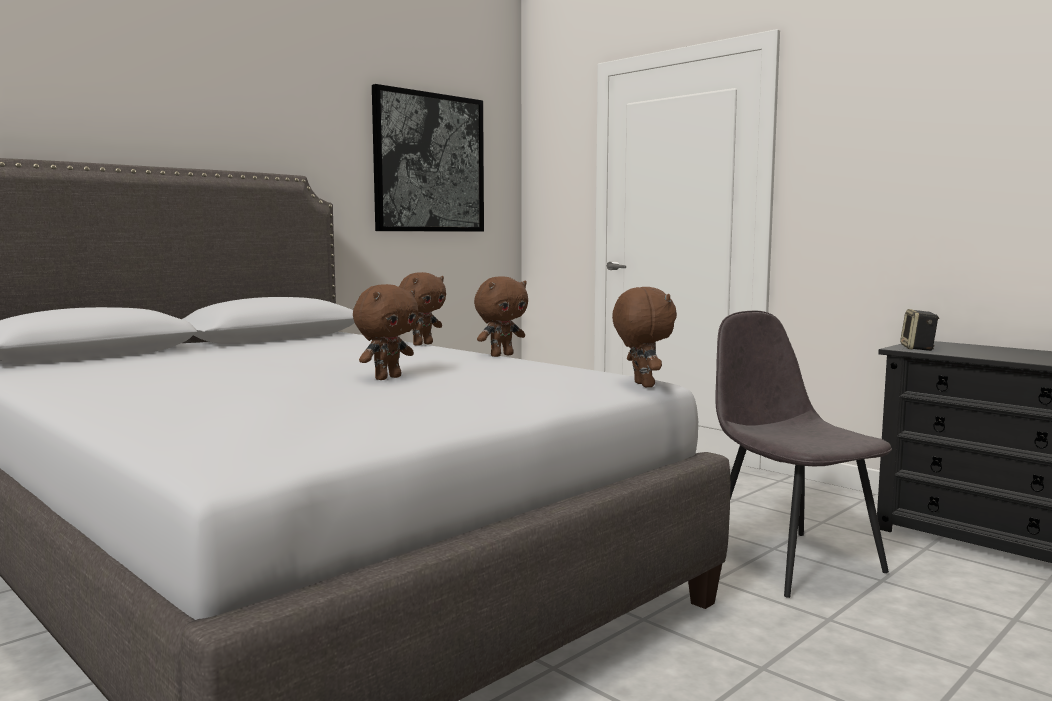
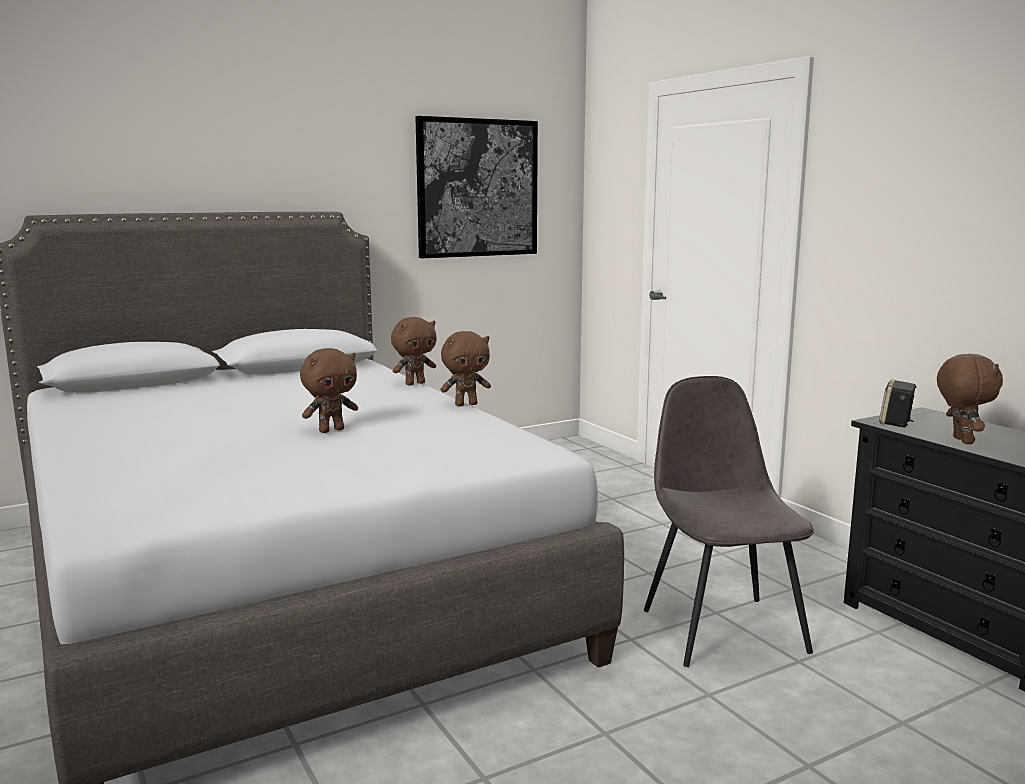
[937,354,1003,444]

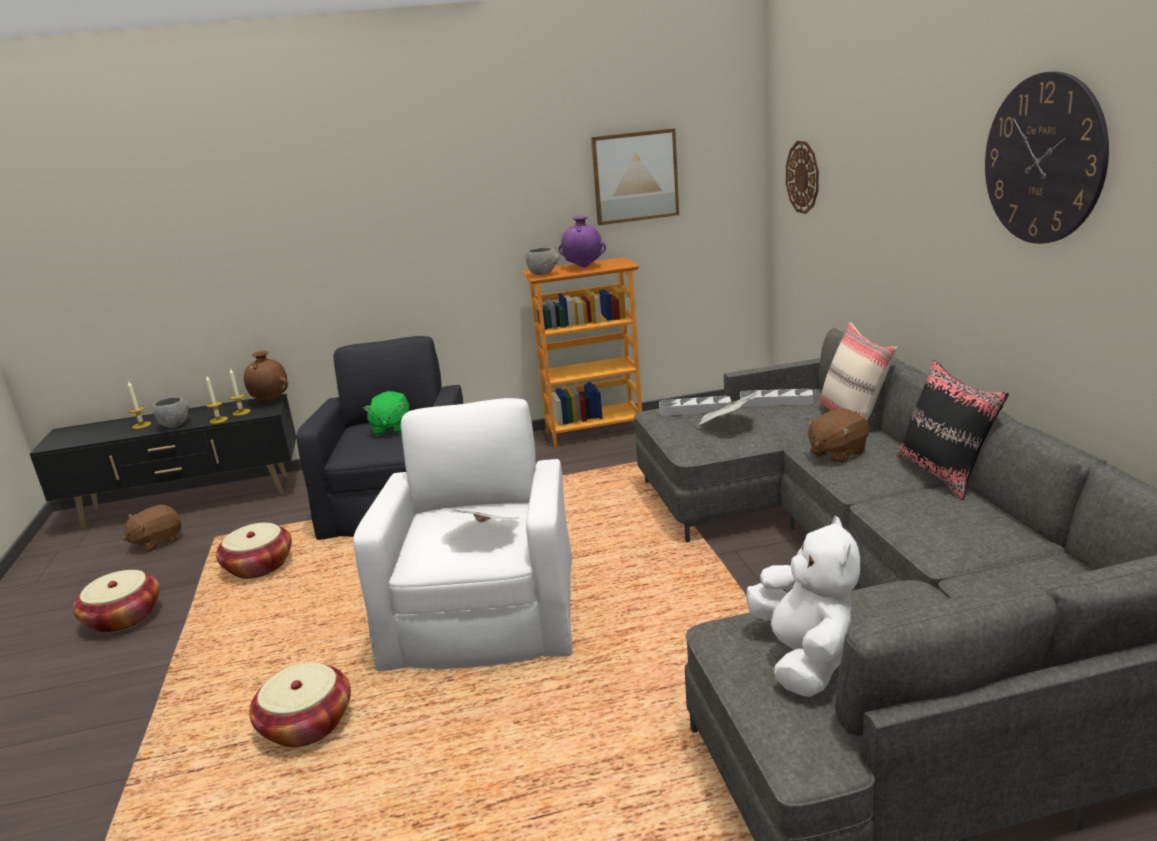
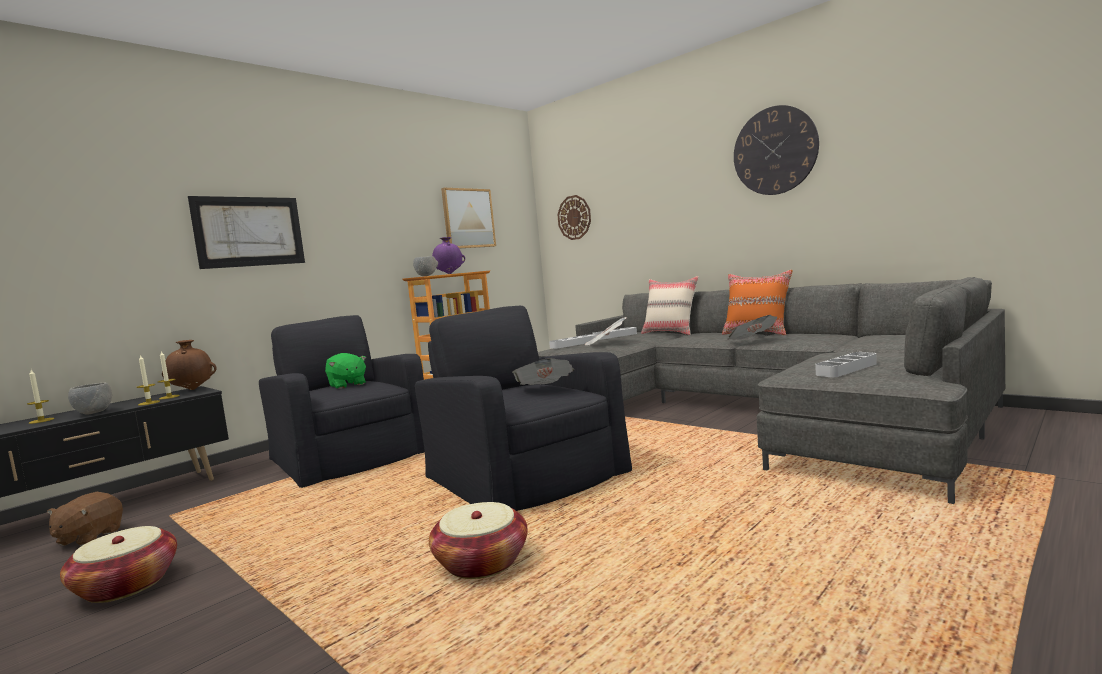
[722,270,793,335]
[415,306,632,511]
[807,409,869,464] (first image)
[815,352,877,377]
[216,523,292,579] (first image)
[188,196,305,269]
[728,315,778,340]

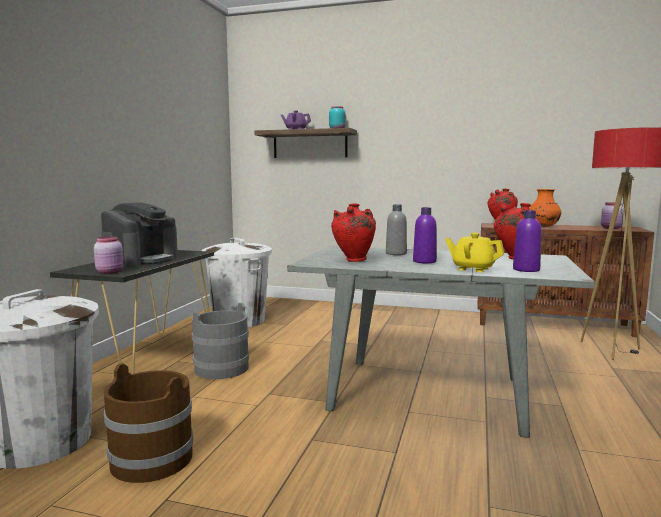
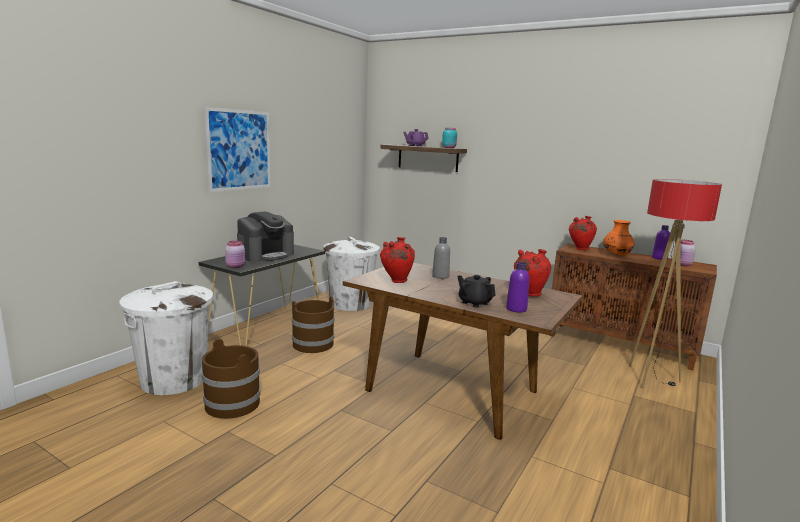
[652,225,670,260]
[457,275,496,308]
[343,263,583,440]
[292,296,334,353]
[204,107,271,192]

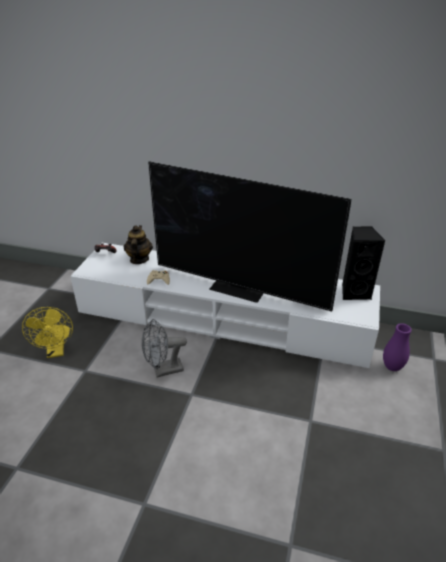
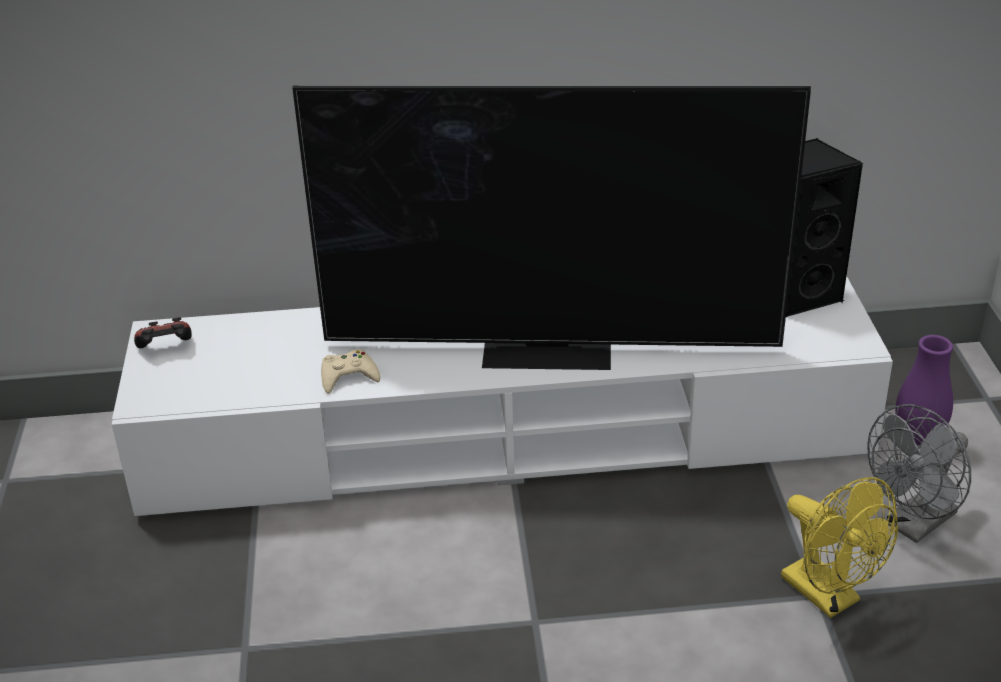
[124,225,153,264] (first image)
[781,477,898,618]
[867,404,971,543]

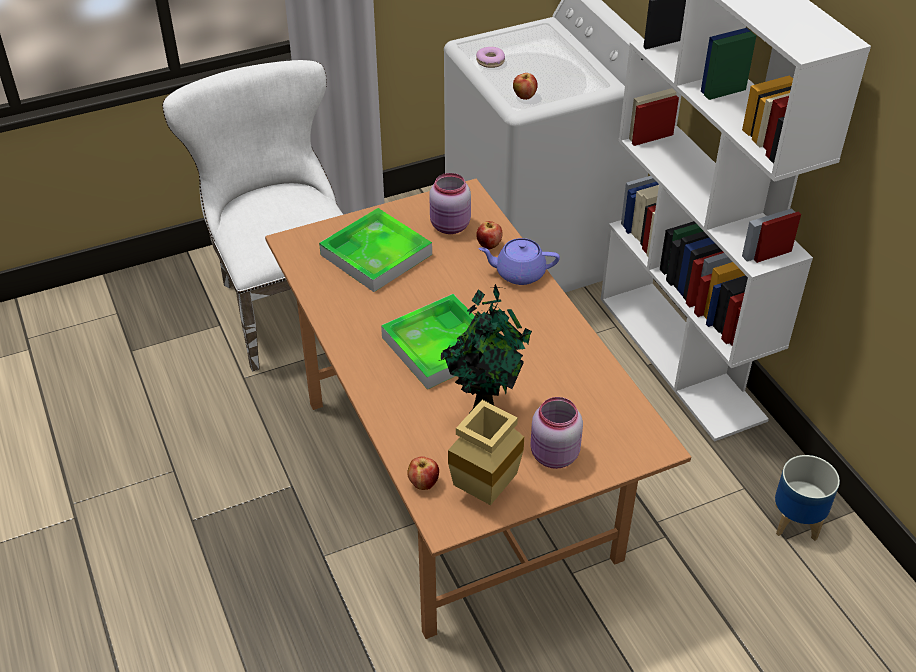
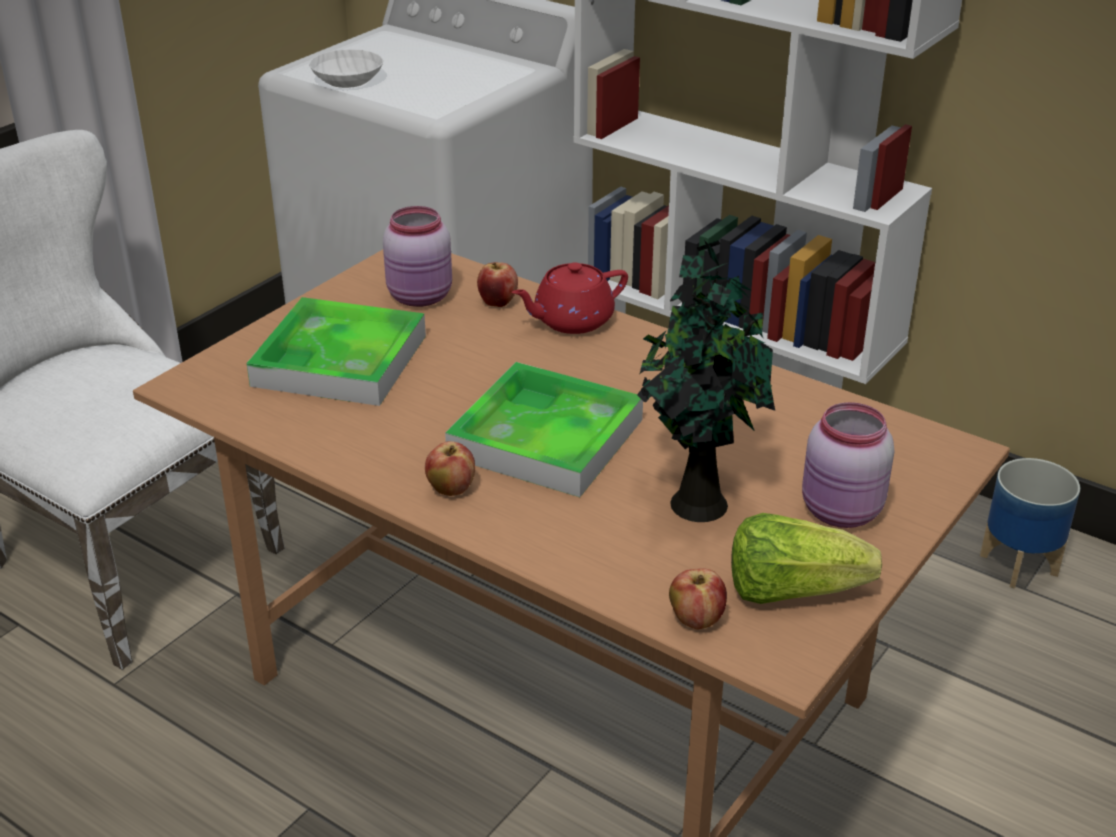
[309,49,383,88]
[425,441,475,496]
[512,262,628,334]
[731,513,882,604]

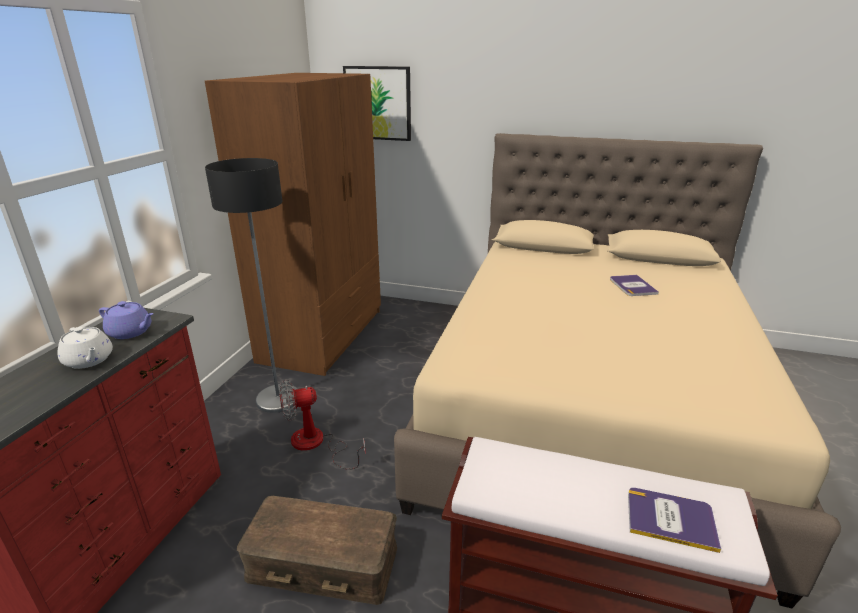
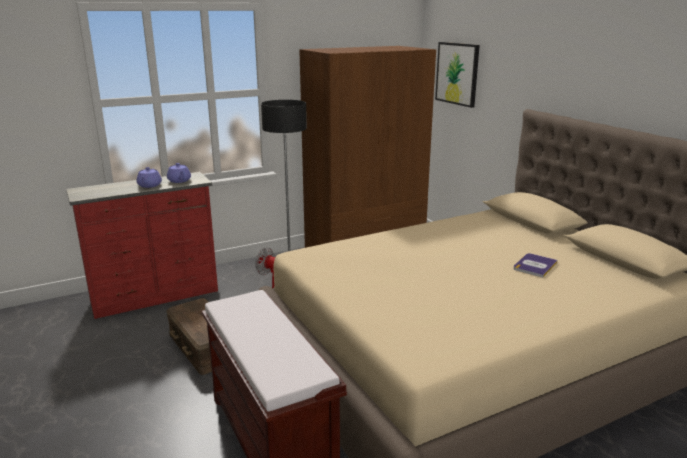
[137,167,162,188]
[628,488,721,553] (first image)

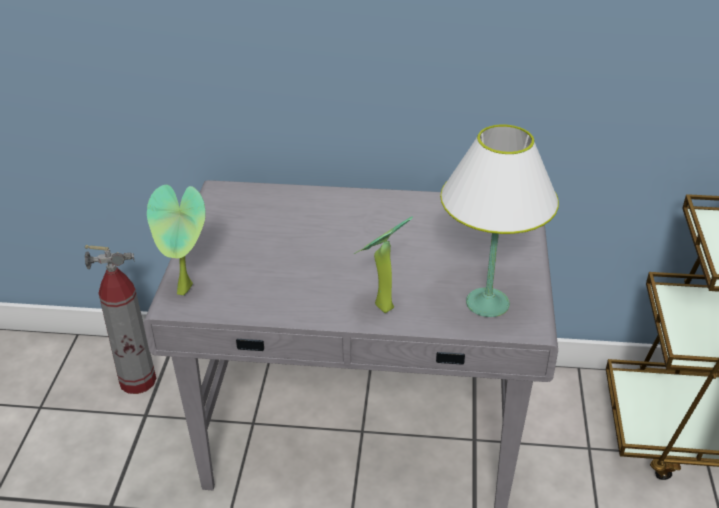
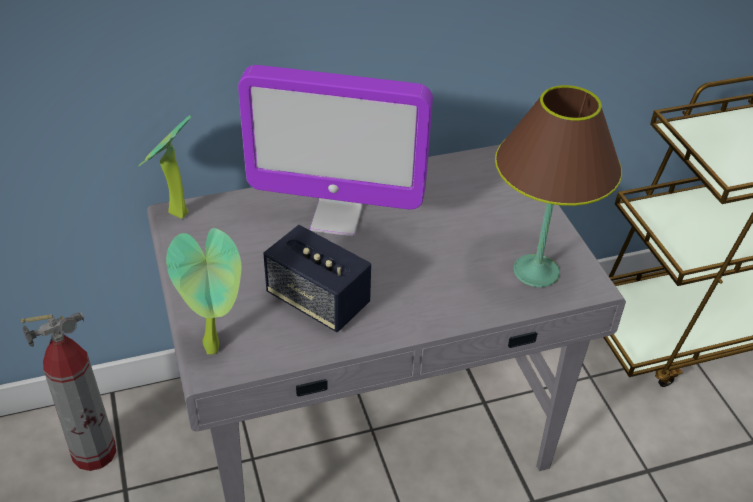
[495,85,622,287]
[138,115,191,219]
[238,65,433,237]
[263,225,371,332]

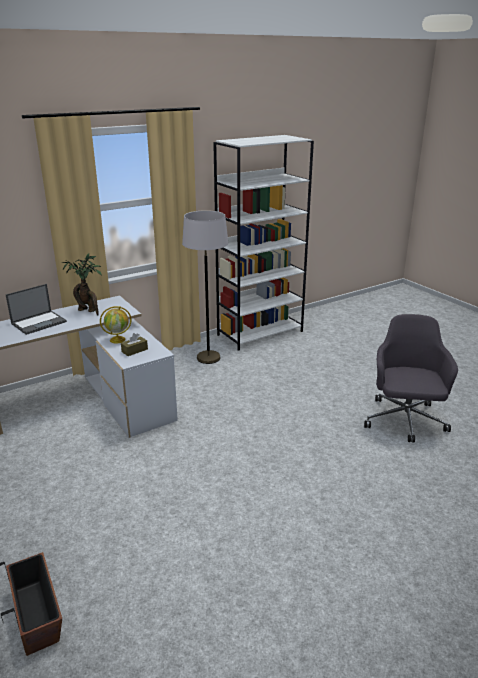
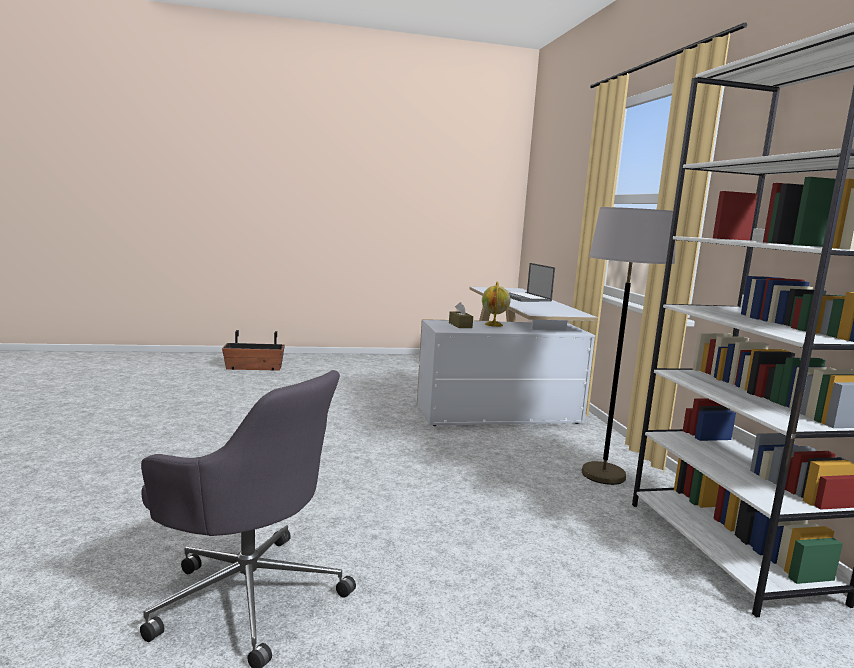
[62,253,102,316] (first image)

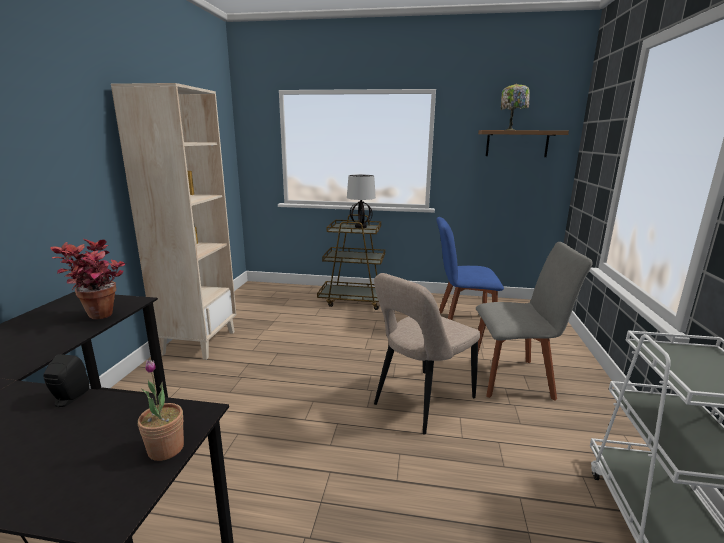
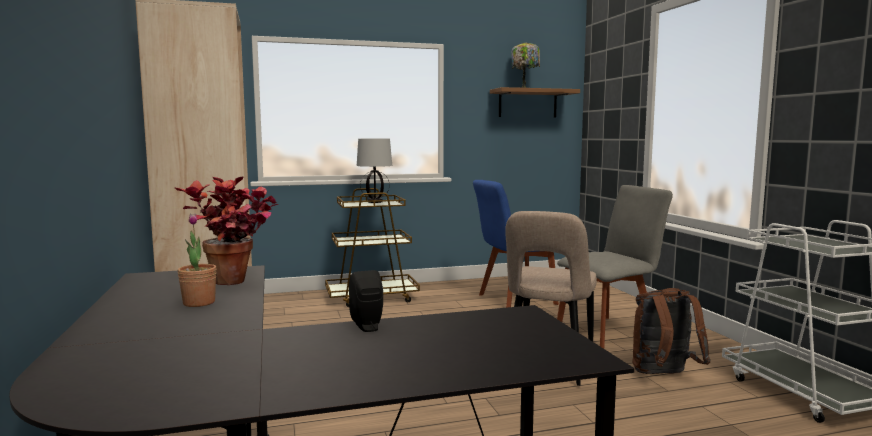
[178,214,217,307]
[632,288,710,374]

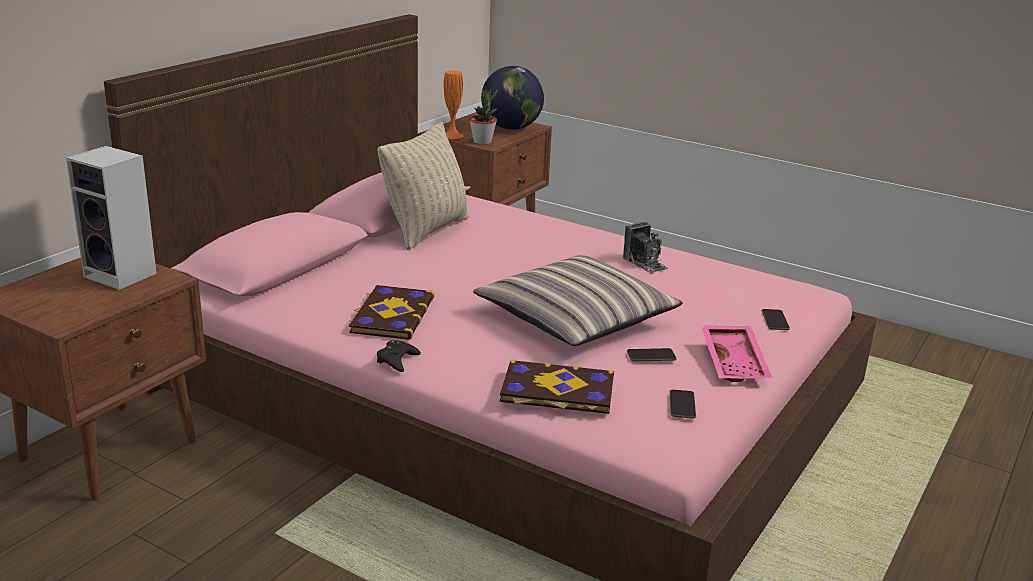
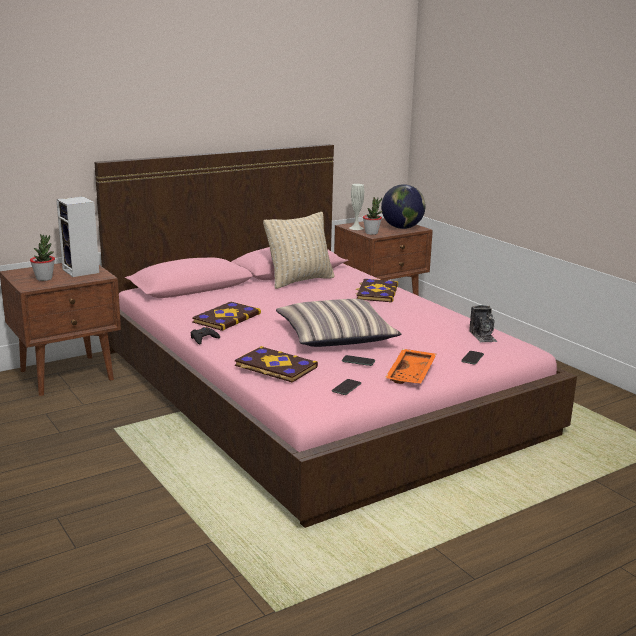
[349,184,364,230]
[469,305,497,343]
[385,349,436,384]
[30,234,55,281]
[356,279,399,302]

